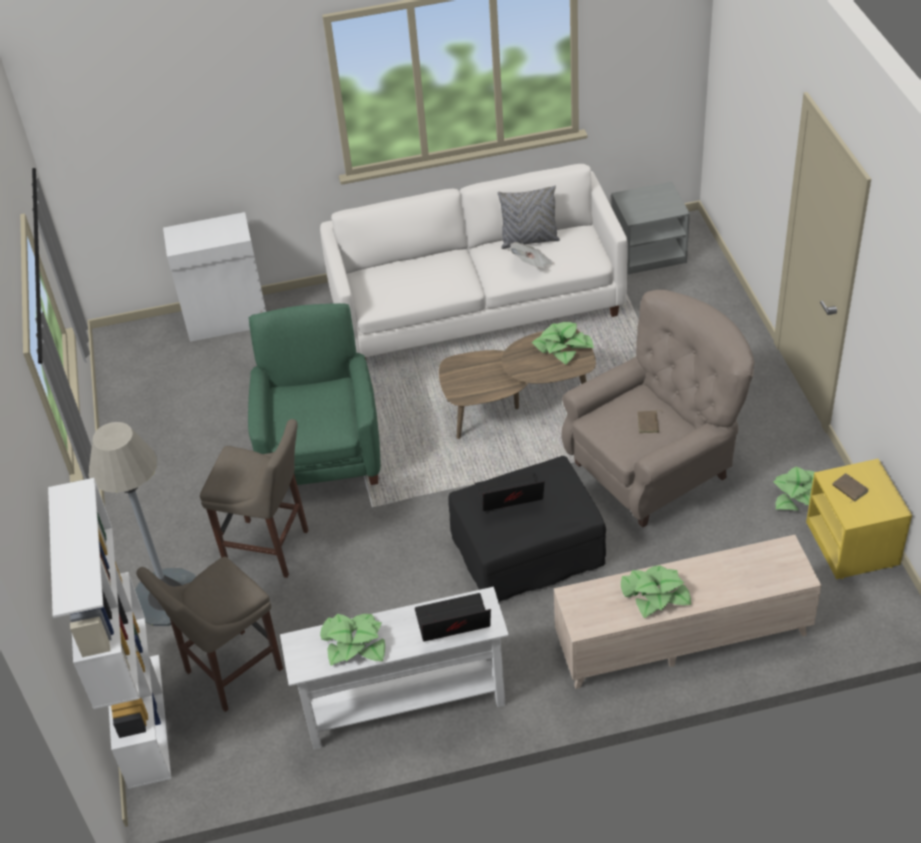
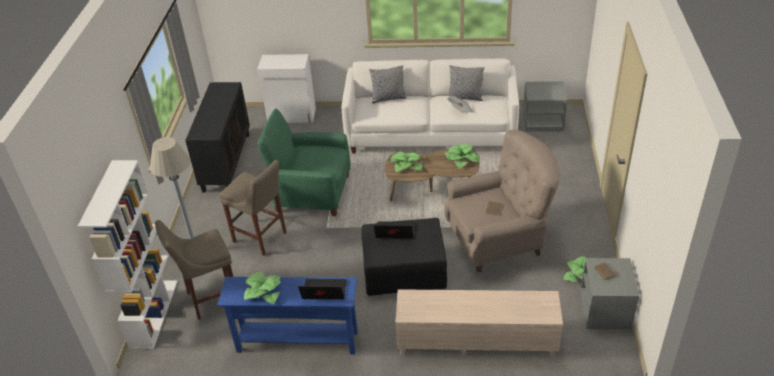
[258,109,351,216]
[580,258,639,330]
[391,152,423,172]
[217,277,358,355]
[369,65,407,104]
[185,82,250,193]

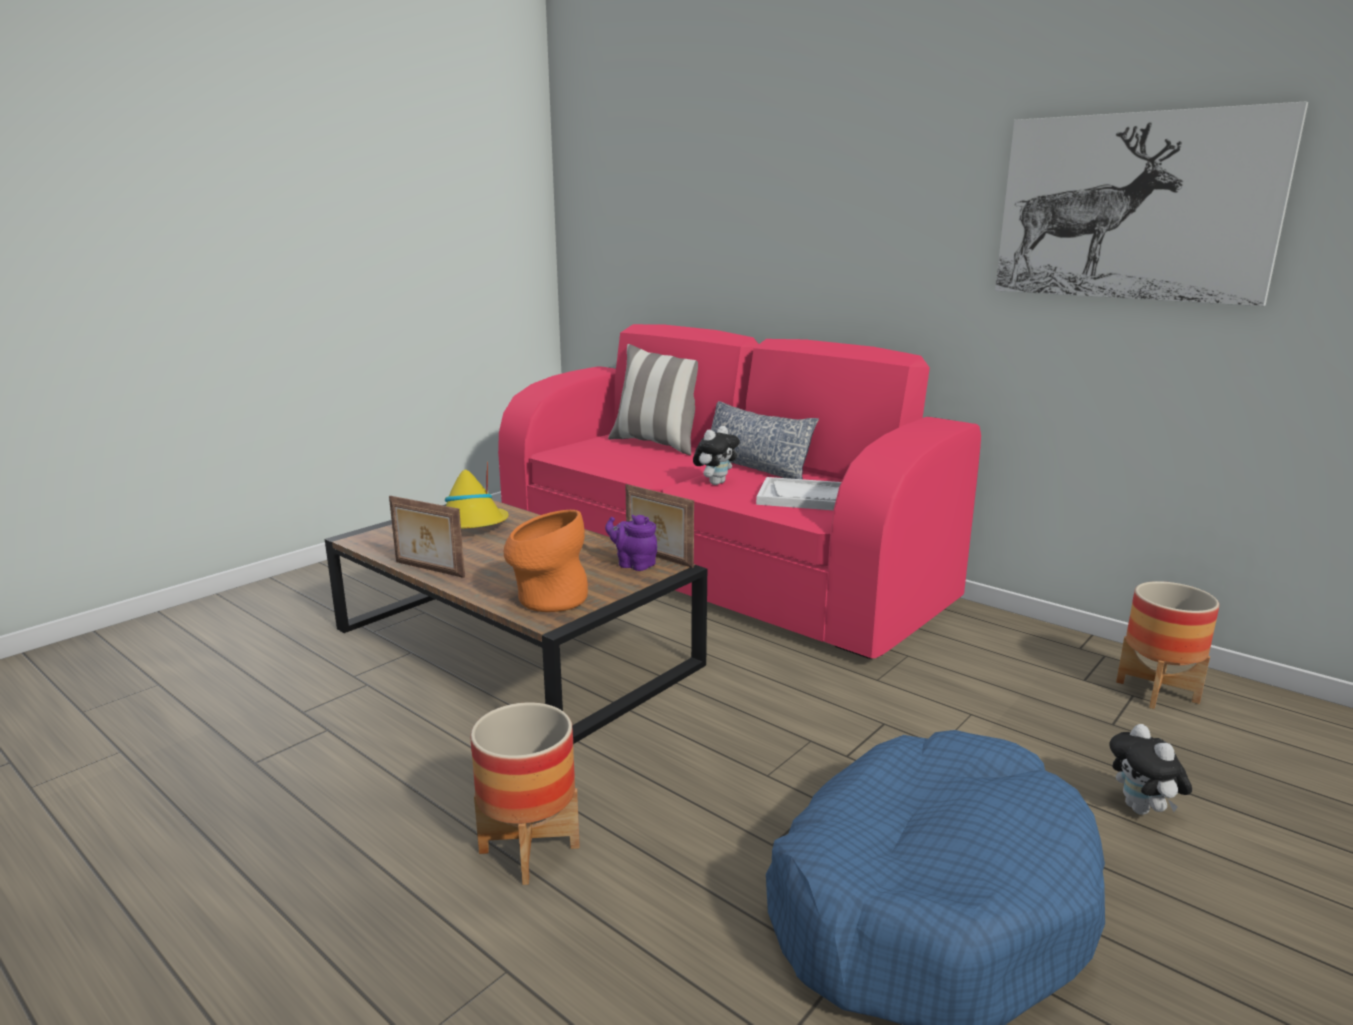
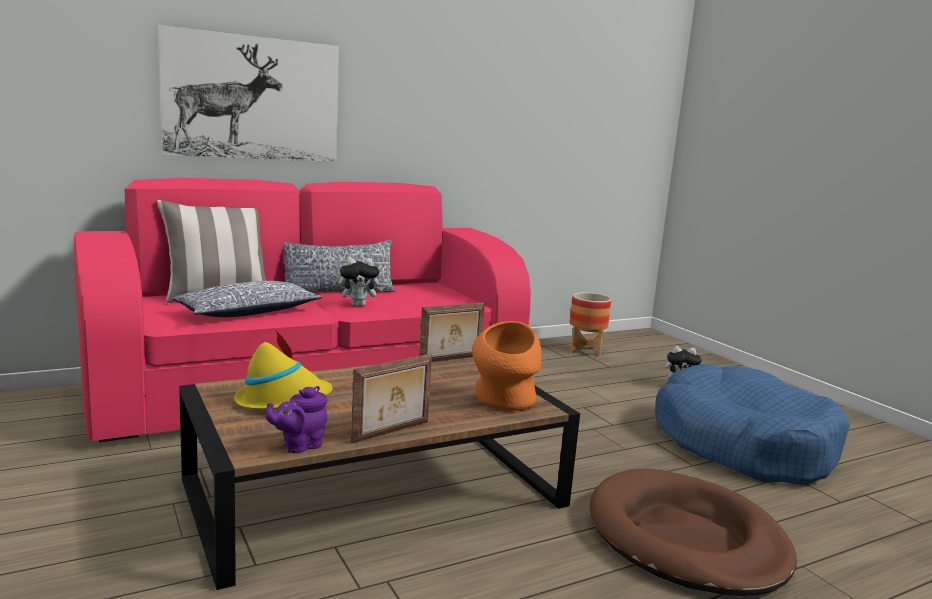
[158,25,339,162]
[339,257,384,307]
[756,477,841,510] (first image)
[265,386,327,453]
[590,468,797,596]
[172,281,323,317]

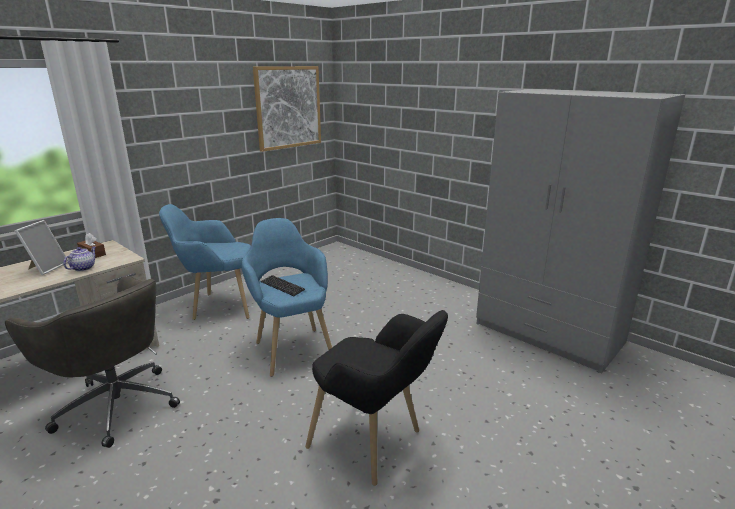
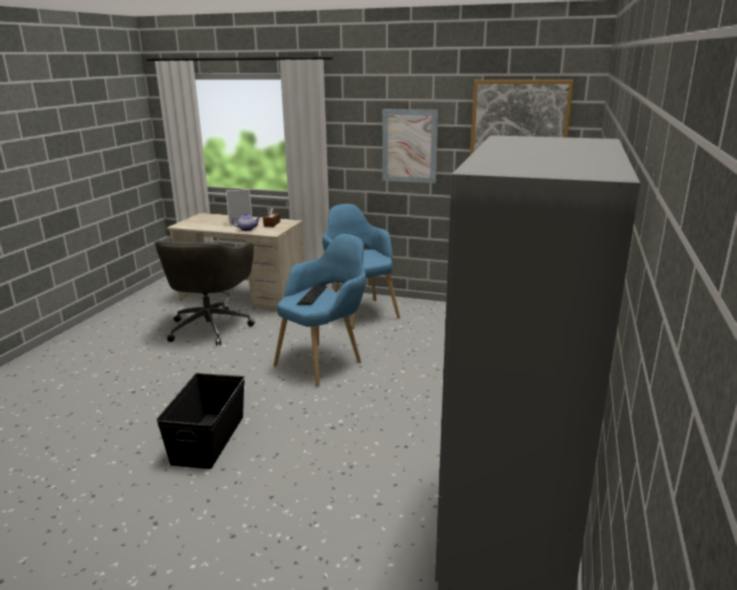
[156,373,245,469]
[382,109,438,183]

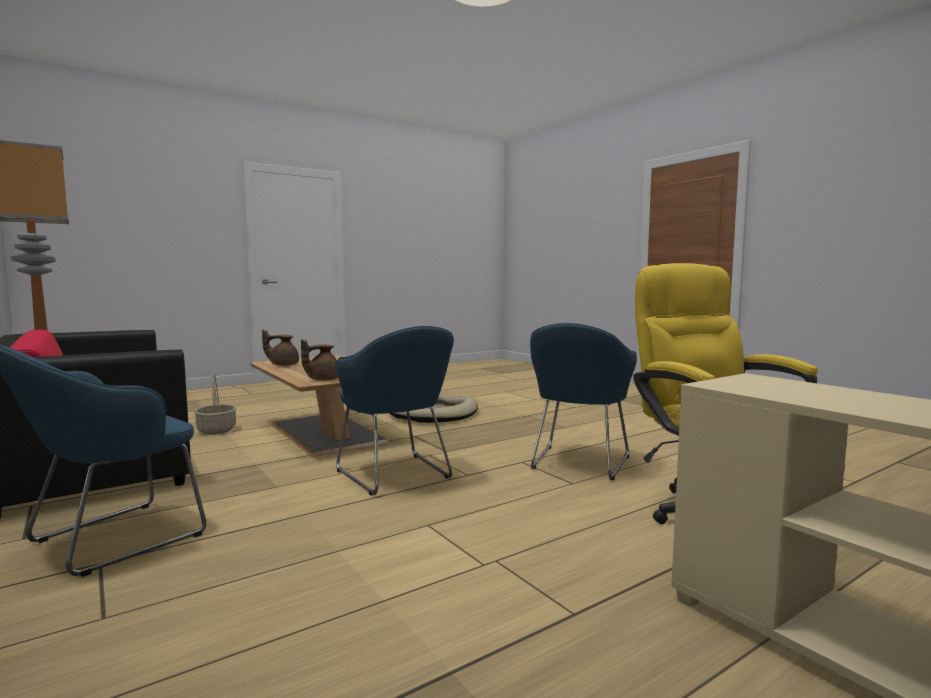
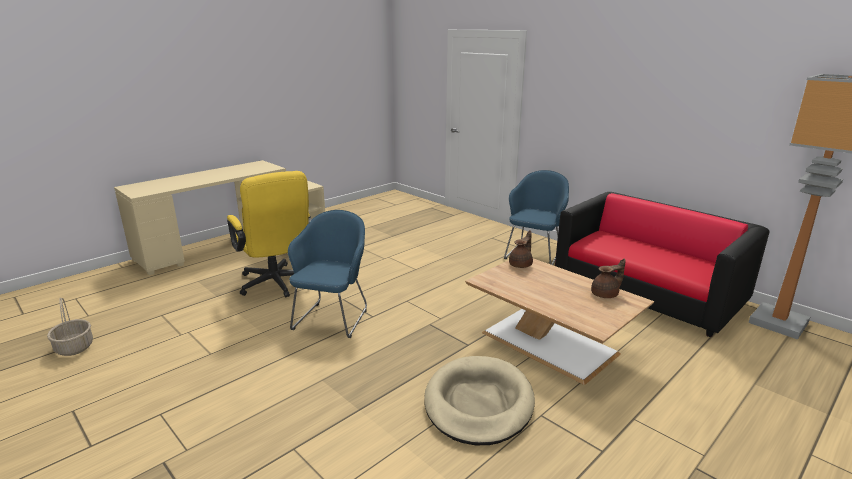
[336,326,454,496] (first image)
[47,298,93,356]

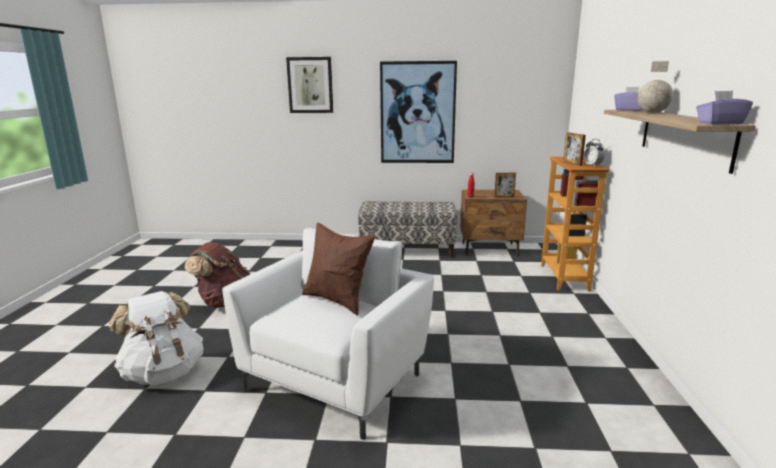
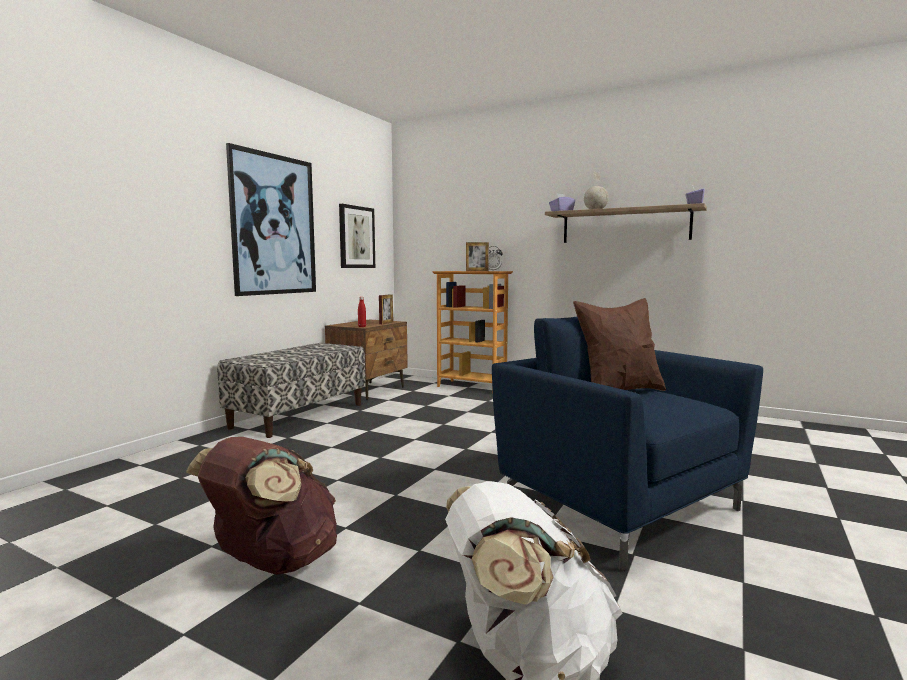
[339,204,375,268]
[492,317,763,572]

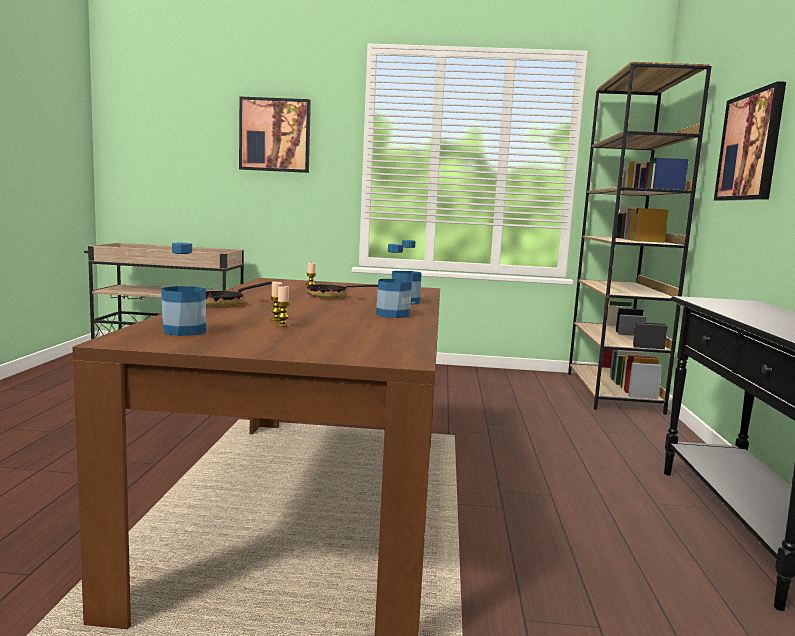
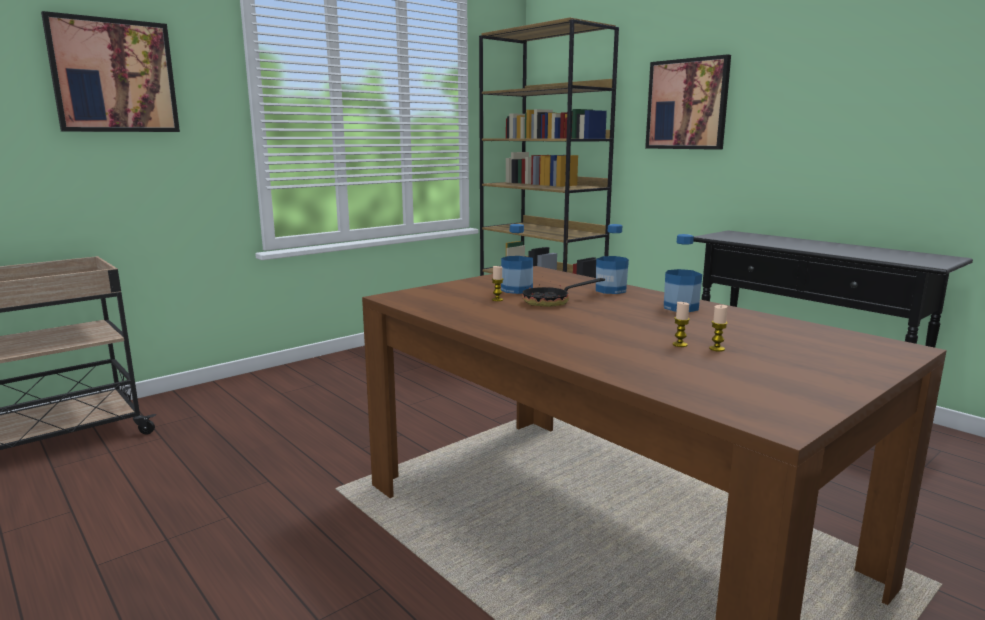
[501,224,533,294]
[206,282,272,307] (first image)

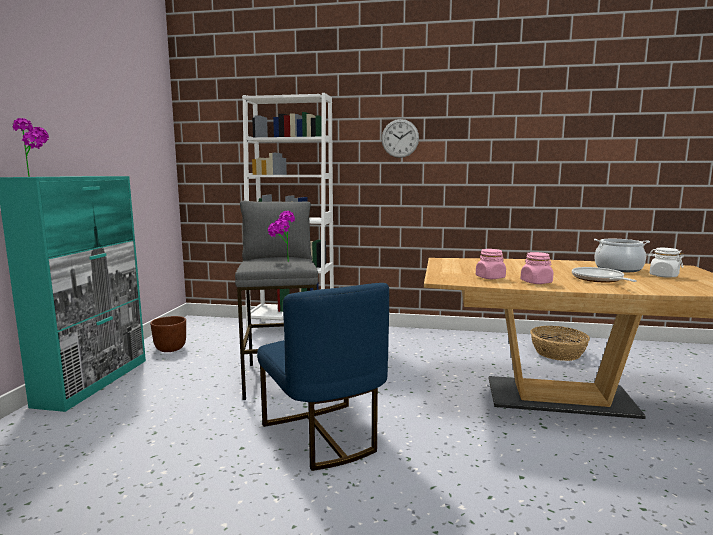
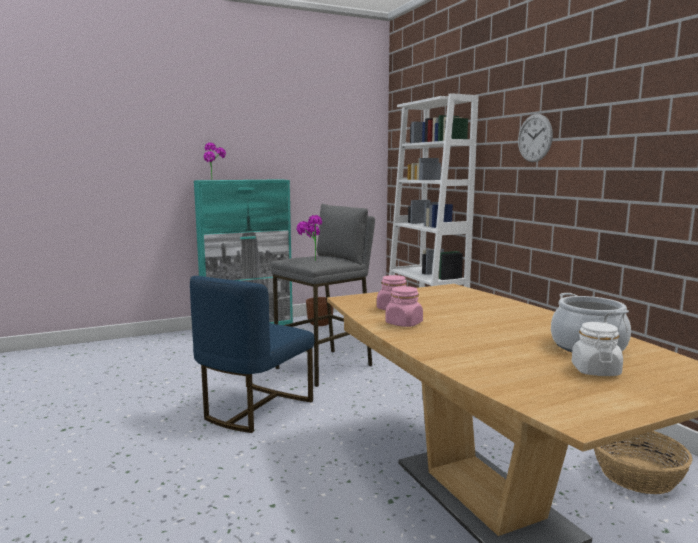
[572,267,637,283] (first image)

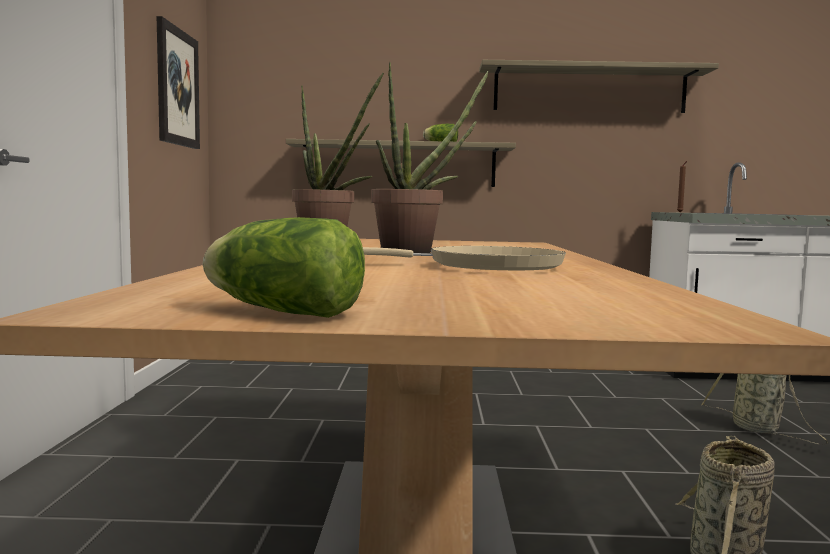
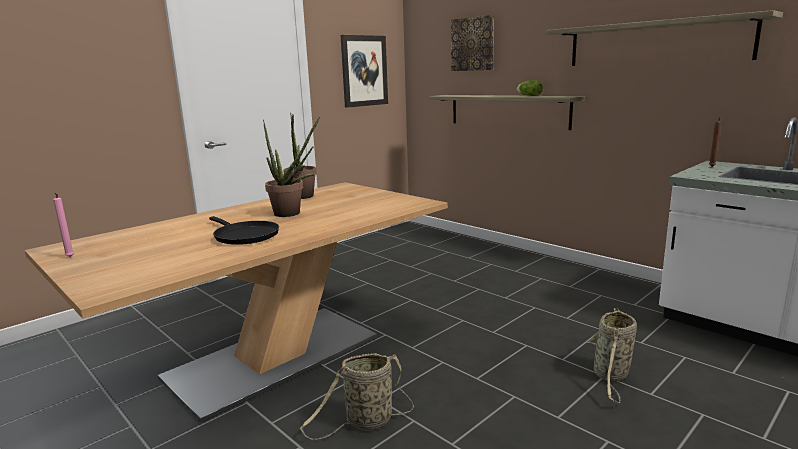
[53,193,74,257]
[209,216,279,245]
[451,15,494,71]

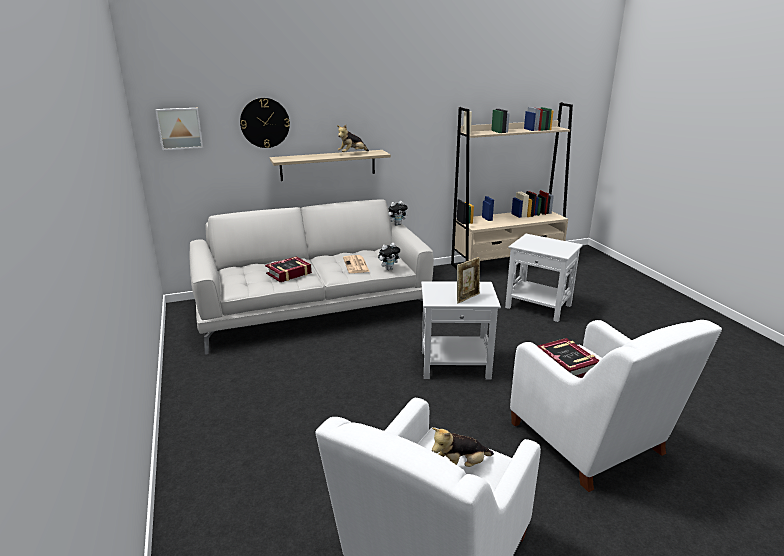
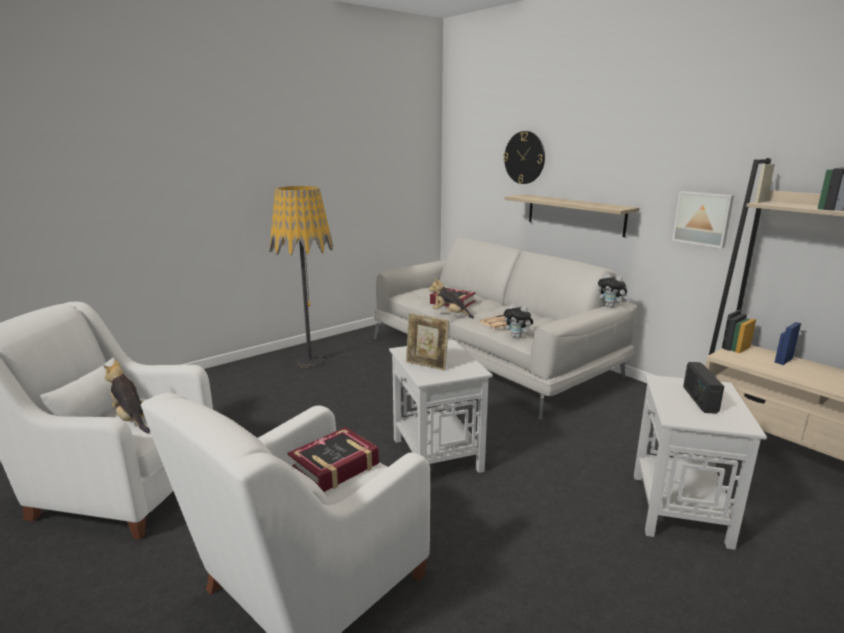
[672,191,734,248]
[429,278,474,319]
[269,186,333,368]
[683,362,725,414]

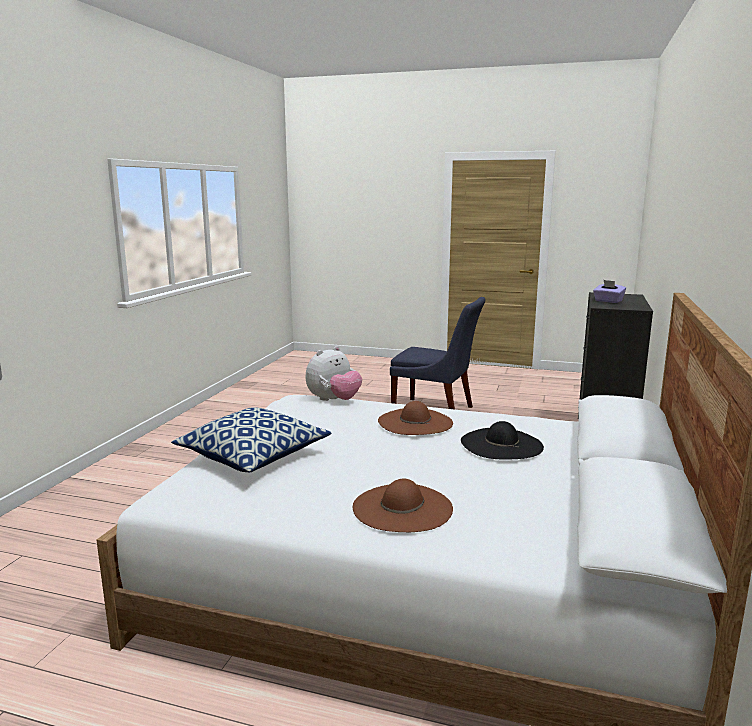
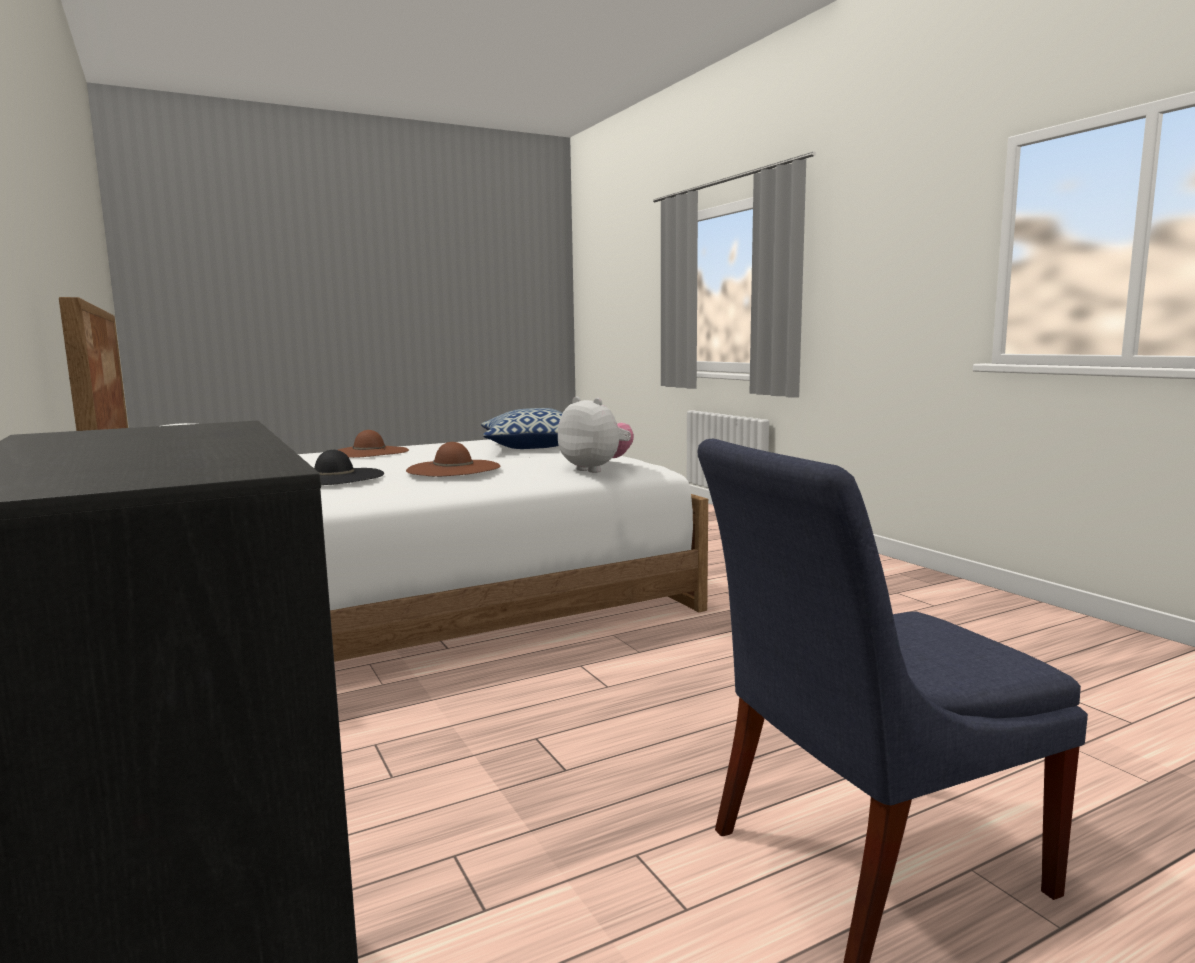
[593,280,626,303] (first image)
[558,396,634,473]

